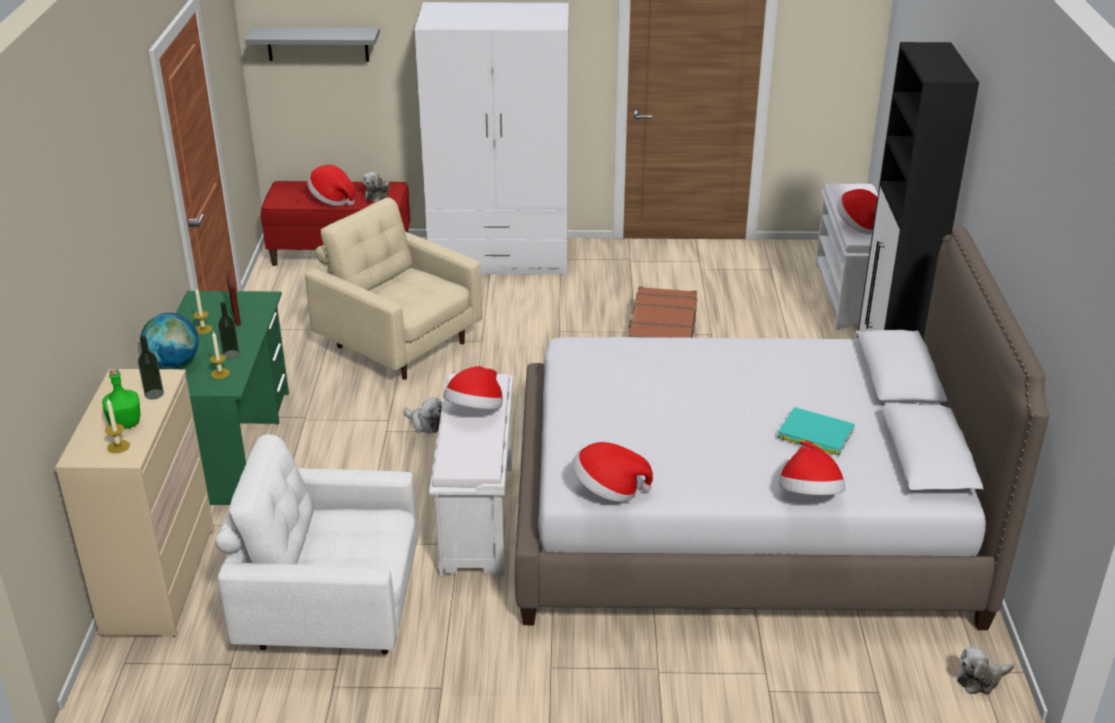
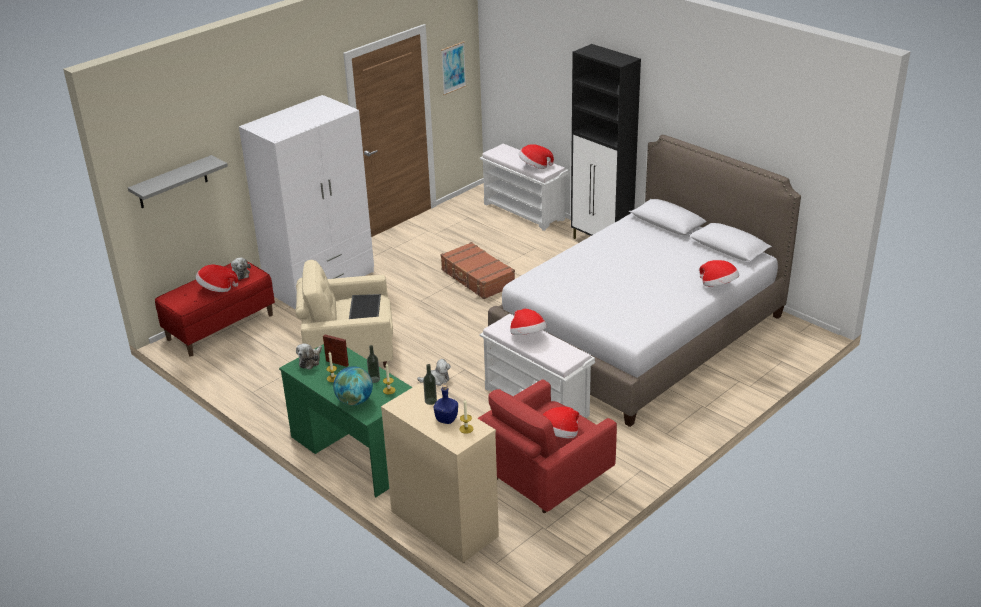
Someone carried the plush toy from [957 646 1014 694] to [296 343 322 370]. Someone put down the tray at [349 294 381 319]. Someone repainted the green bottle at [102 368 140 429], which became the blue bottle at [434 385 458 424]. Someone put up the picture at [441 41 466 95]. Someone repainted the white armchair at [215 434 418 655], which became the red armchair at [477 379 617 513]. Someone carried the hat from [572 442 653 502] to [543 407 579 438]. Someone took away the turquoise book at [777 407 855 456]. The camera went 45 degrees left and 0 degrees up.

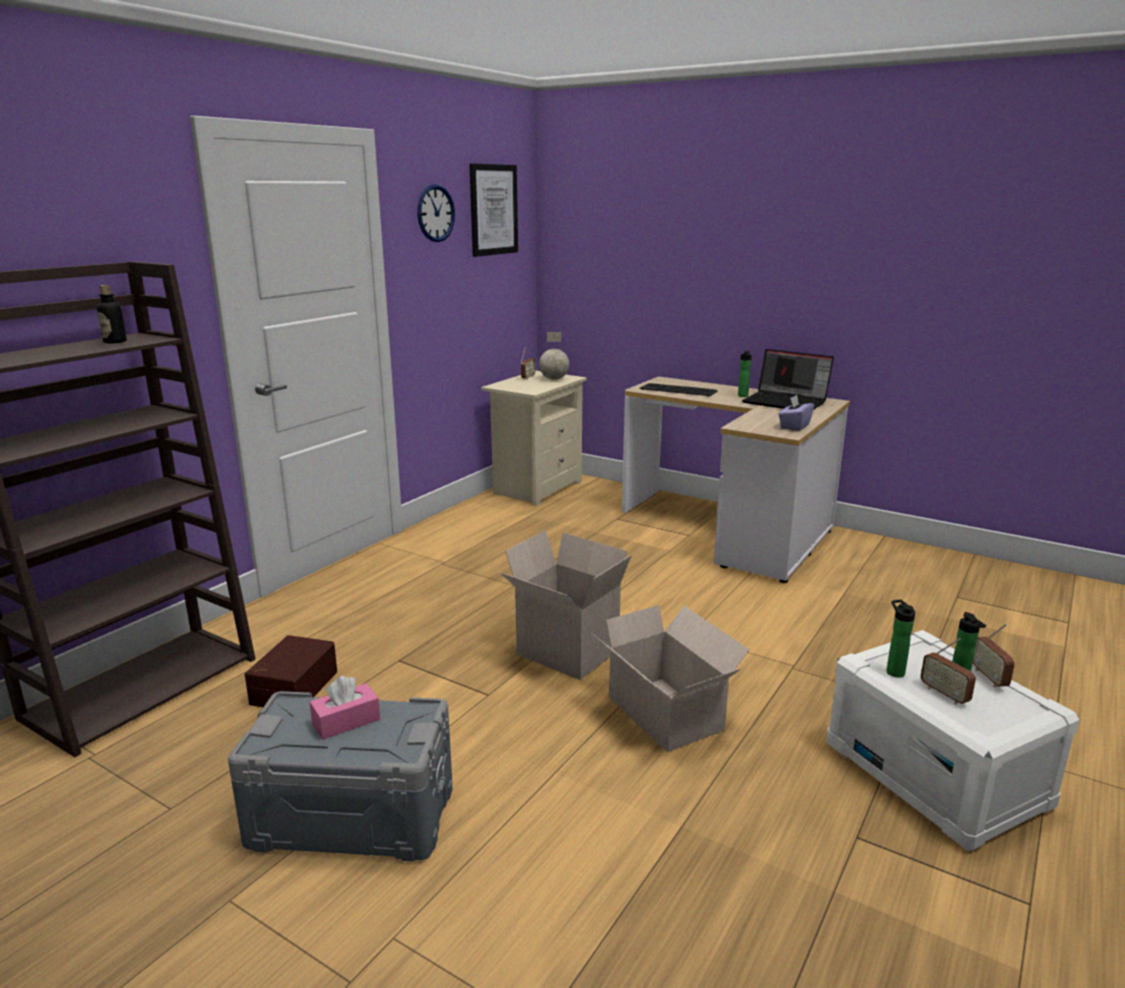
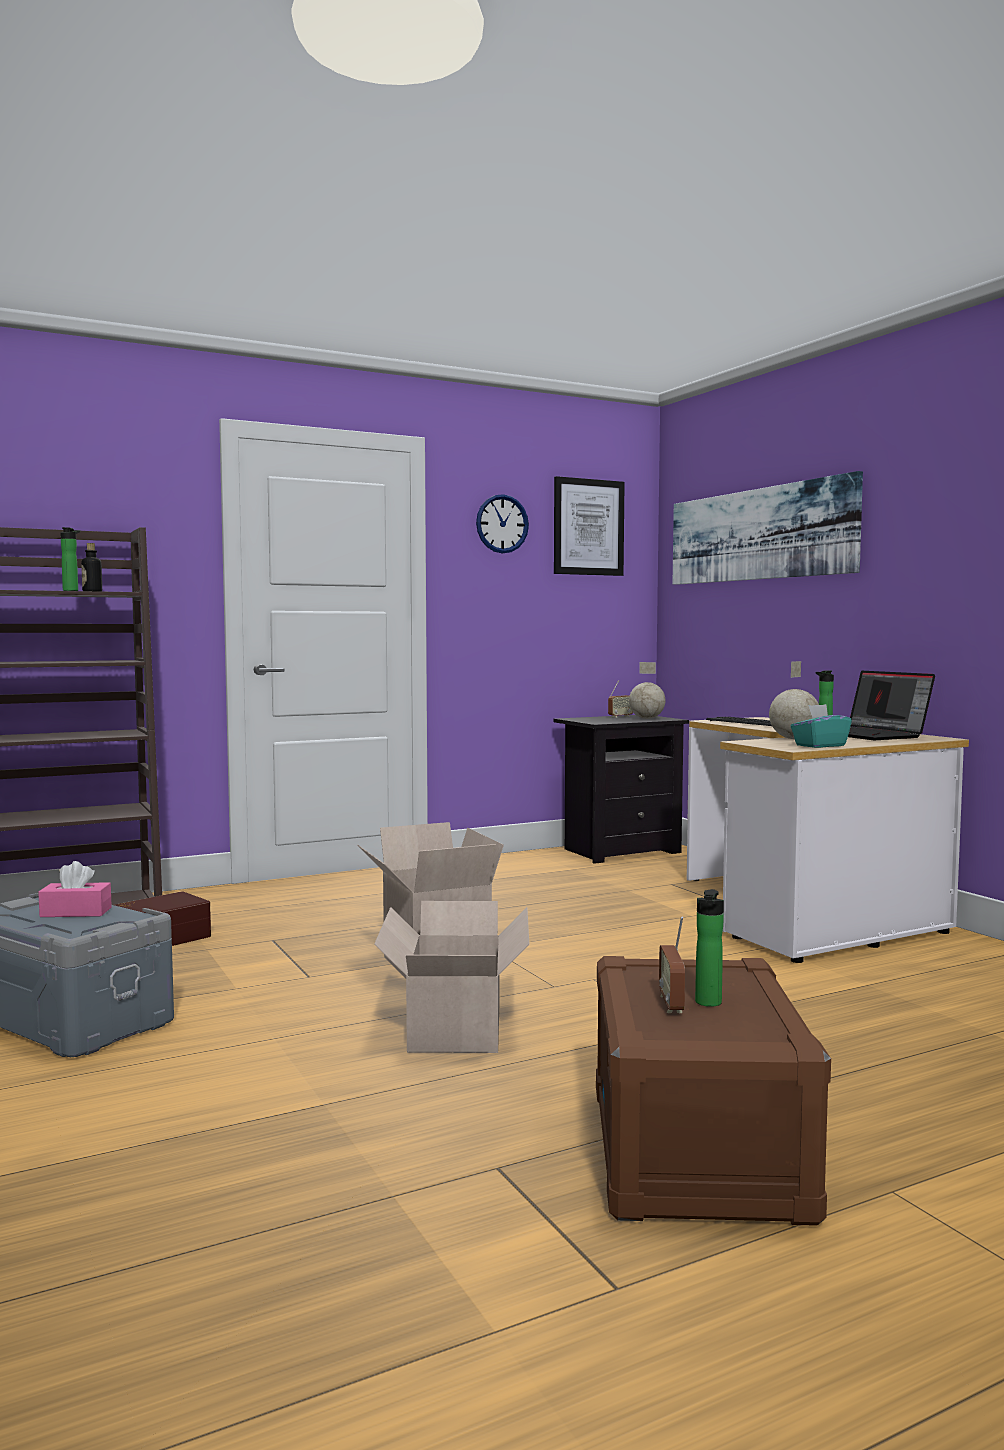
Someone carried the bottle from [886 599 915 678] to [60 527 80 591]. Someone repainted the beige nightstand at [481 370 587 506], which became the black nightstand at [553 715 689 864]. Someone repainted the white storage box at [826 630 1079 851], which became the brown storage box at [596 956 831 1226]. Someone put up the picture at [673 471 863 585]. Someone put down the globe at [769 661 819 739]. Someone repainted the purple tissue box at [778 395 814 431], which became the turquoise tissue box at [791 704 852 748]. Someone took away the radio at [973 624 1015 687]. The camera went 30 degrees right and 15 degrees down.

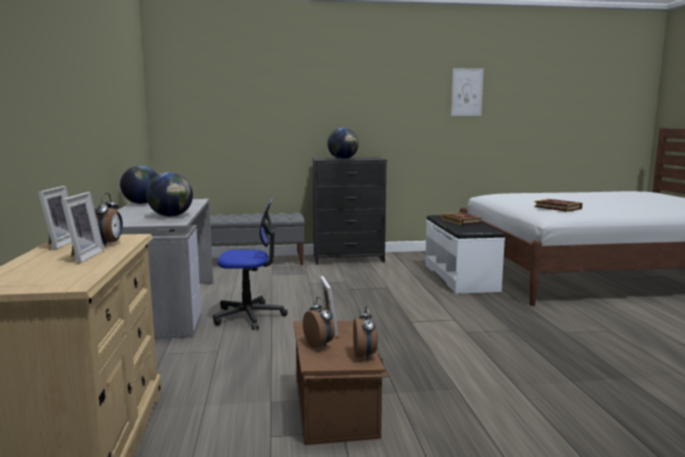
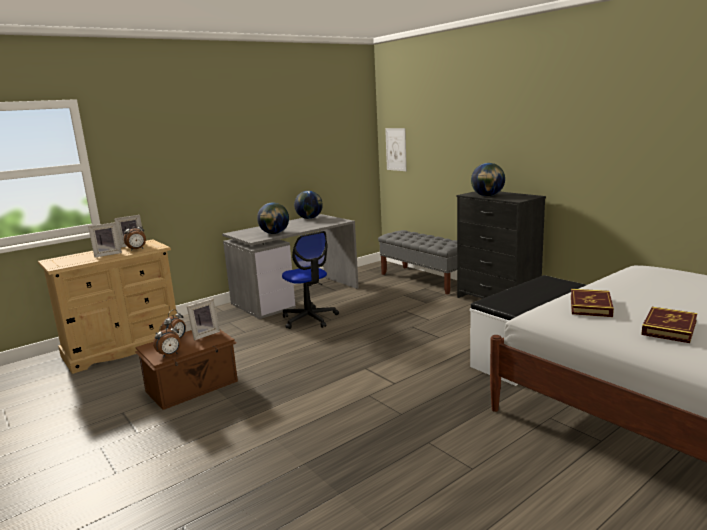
Someone carried the picture from [451 68 484 116] to [385 128 407 171]. Someone carried the book from [441 212 481 225] to [641 307 697 343]. The camera went 60 degrees right and 5 degrees up.

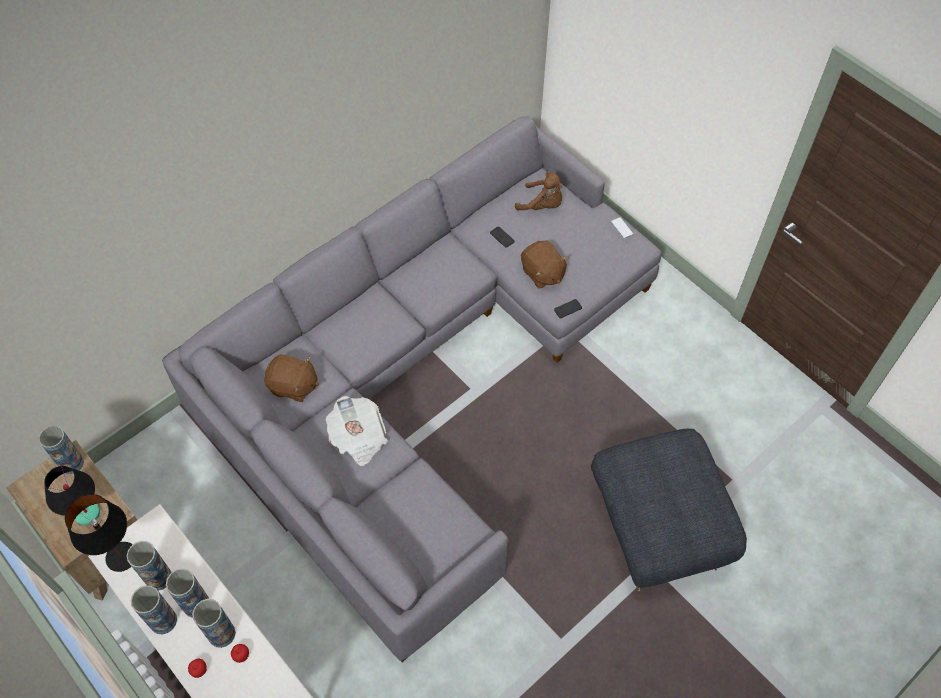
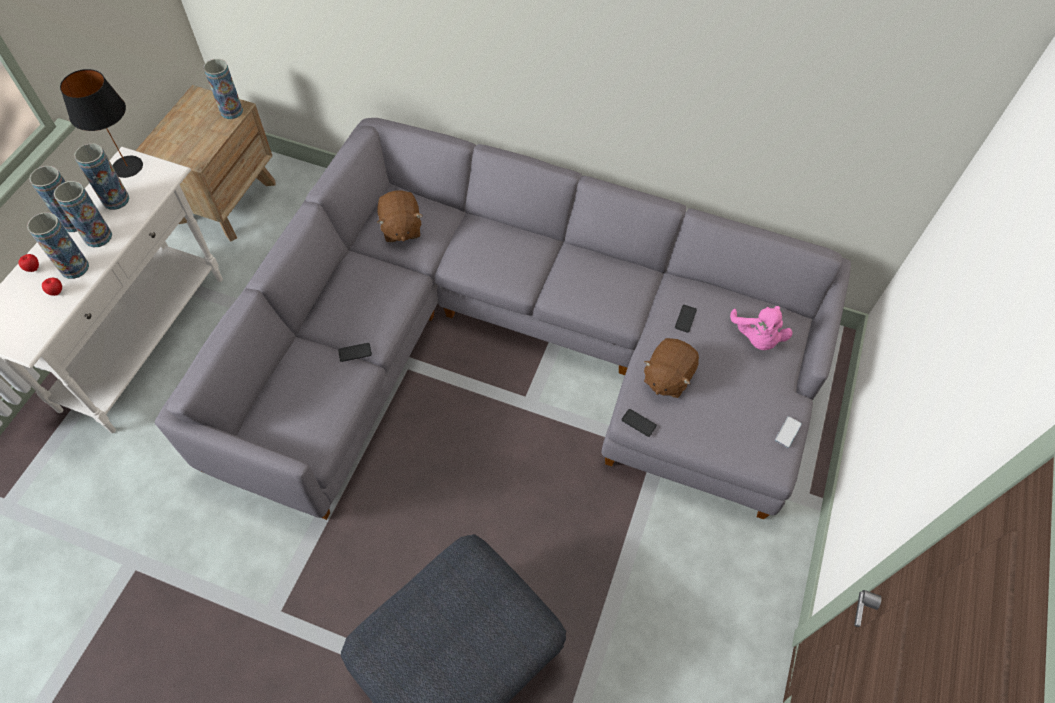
Someone put down the phone at [338 343 372 362]. Someone repainted the brown plush toy at [515 172 562 211], which became the pink plush toy at [730 306 792 350]. Someone took away the black table lamp at [44 466 100 525]. Someone took away the newspaper at [326 396 388 466]. The camera went 60 degrees right and 0 degrees up.

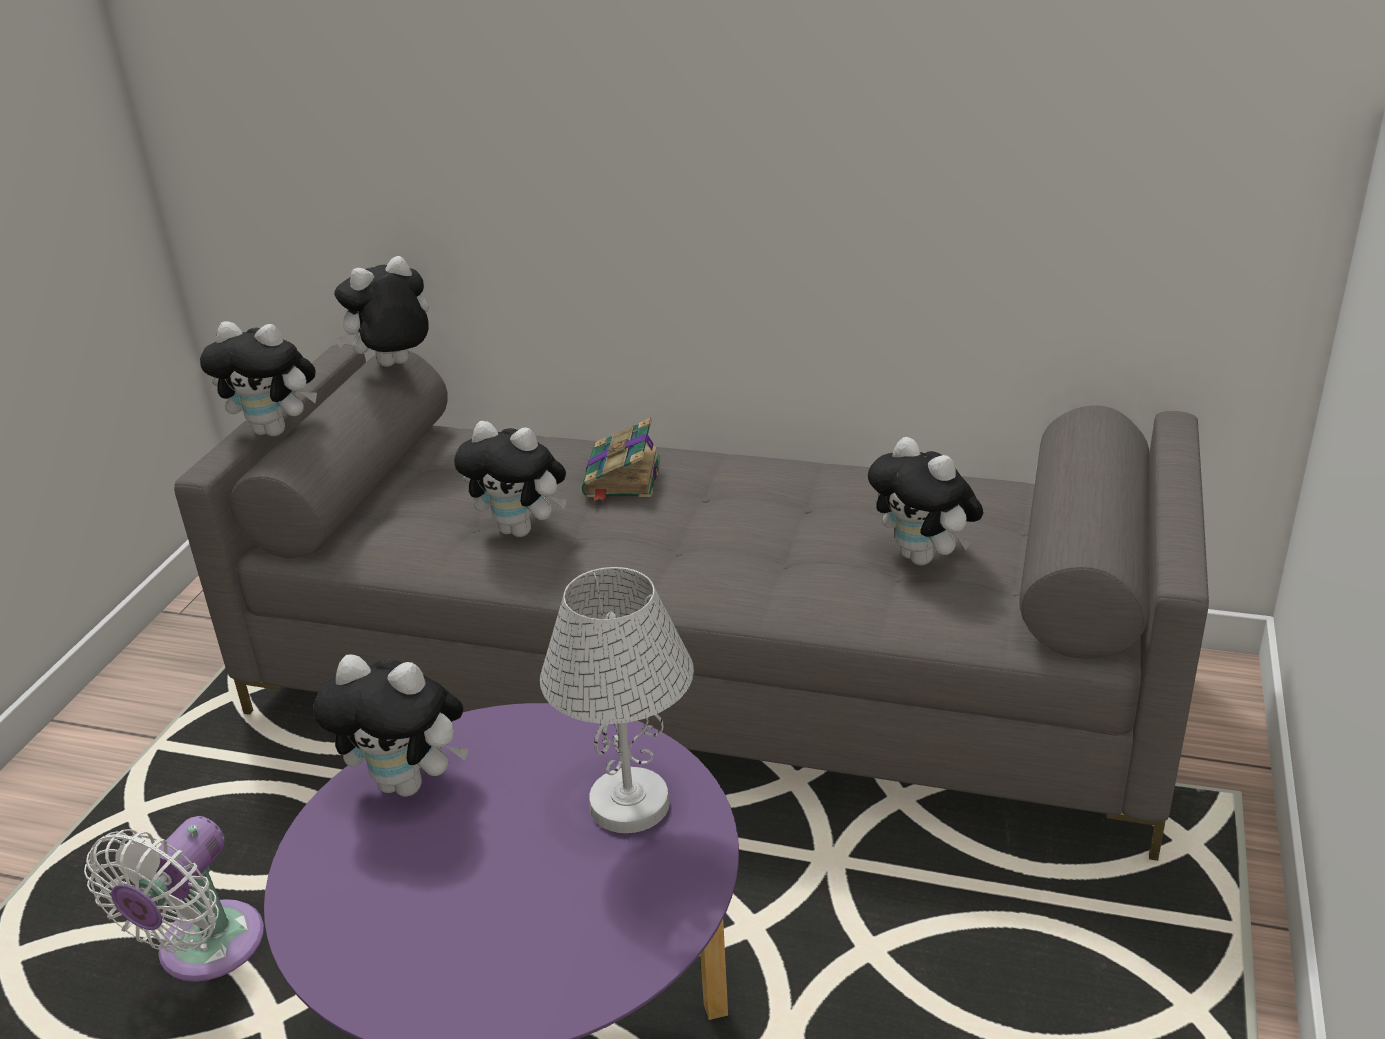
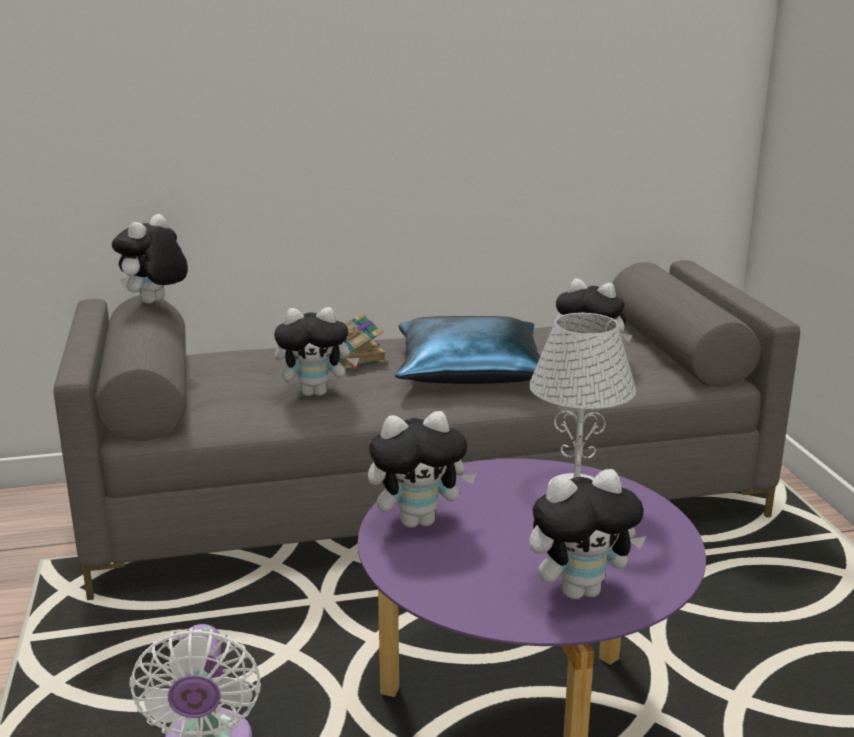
Someone put down the blue pillow at [395 316 540 384]. Someone carried the plush toy from [200 321 317 436] to [529 469 646 599]. The camera went 30 degrees left and 10 degrees down.

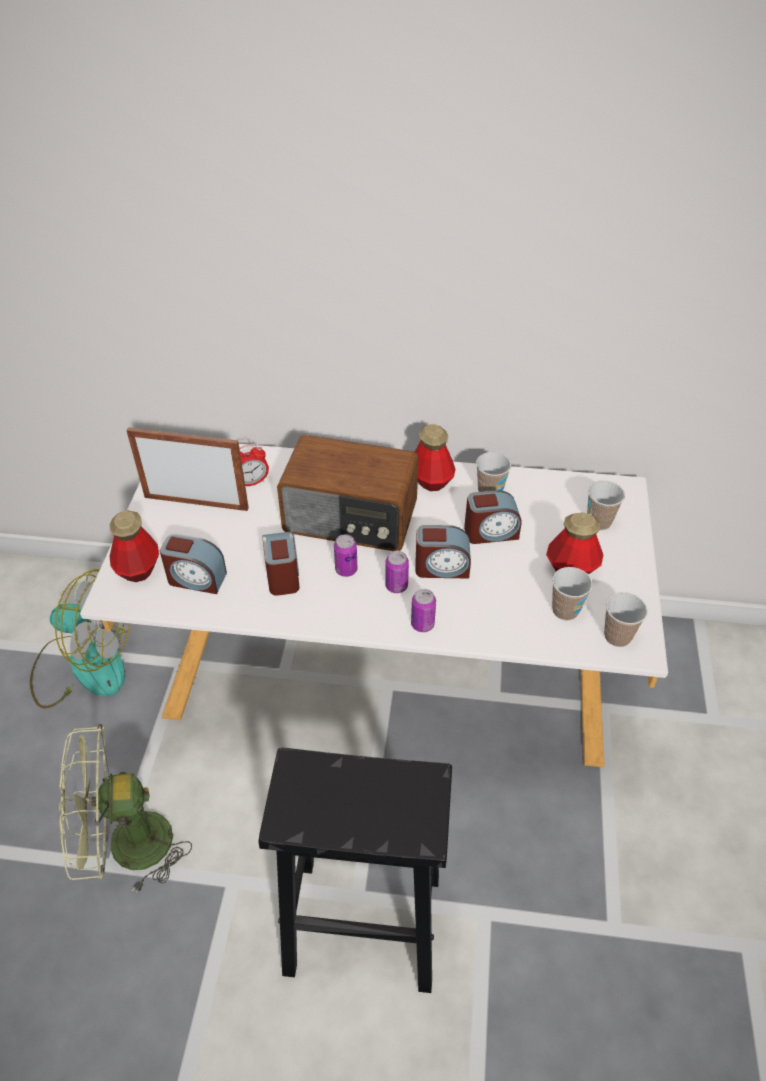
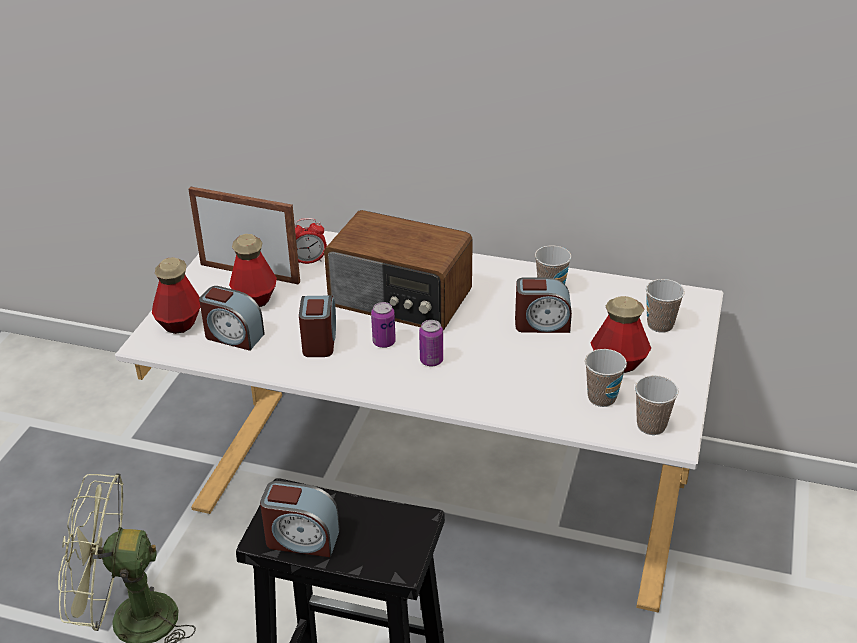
Someone carried the bottle from [415 424 456 491] to [229 234 277 307]. Someone carried the alarm clock from [416 525 471 579] to [260 481 340 557]. Someone took away the fan at [30 569 130 708]. Someone took away the can at [411 589 436 632]. The camera went 10 degrees right and 10 degrees down.

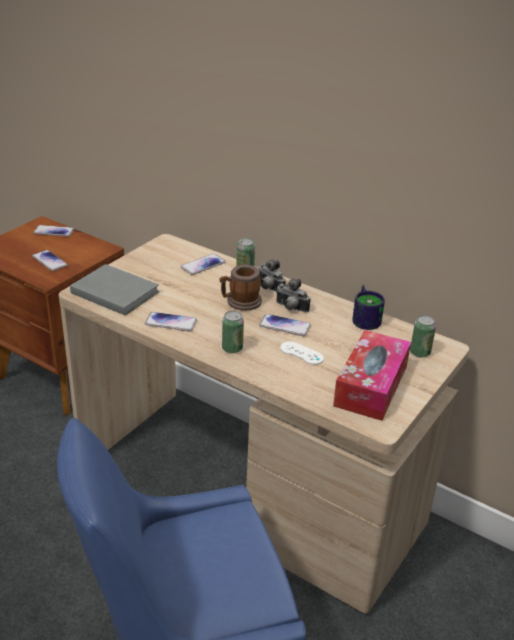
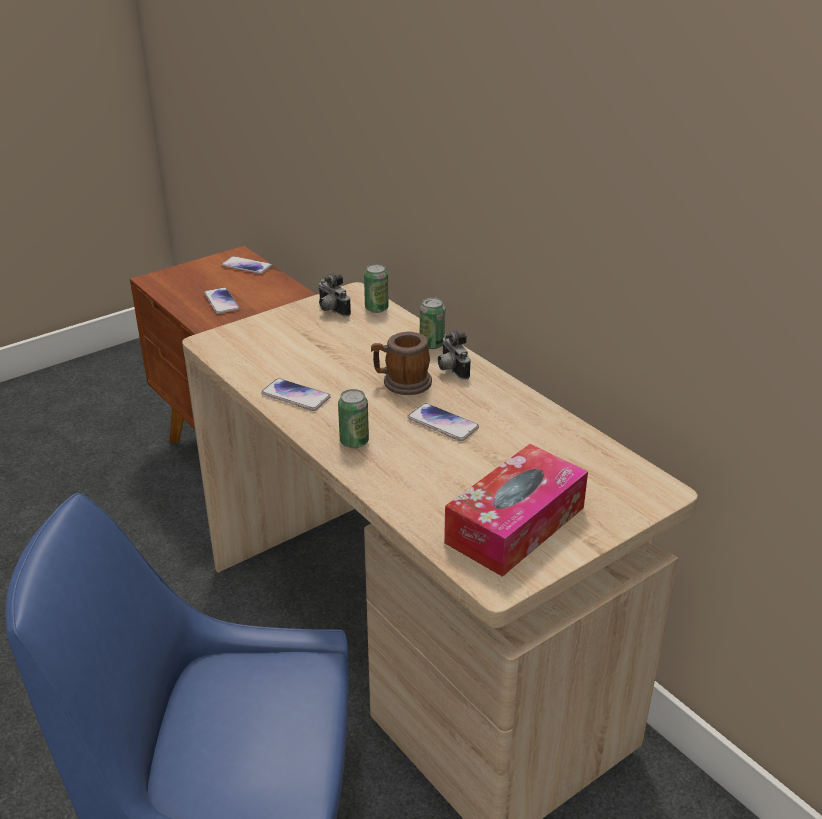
Someone carried the photo camera from [276 278 310 312] to [318 273 351 316]. Someone carried the can from [410 315 436 358] to [364 264 389 313]. Someone took away the grey book at [70 264 159 315]. Someone took away the phone at [181 254 226 275]. Someone took away the white game controller at [280 341 324 365]. Someone took away the mug at [352 285 385 330]. The camera went 20 degrees right and 0 degrees up.

